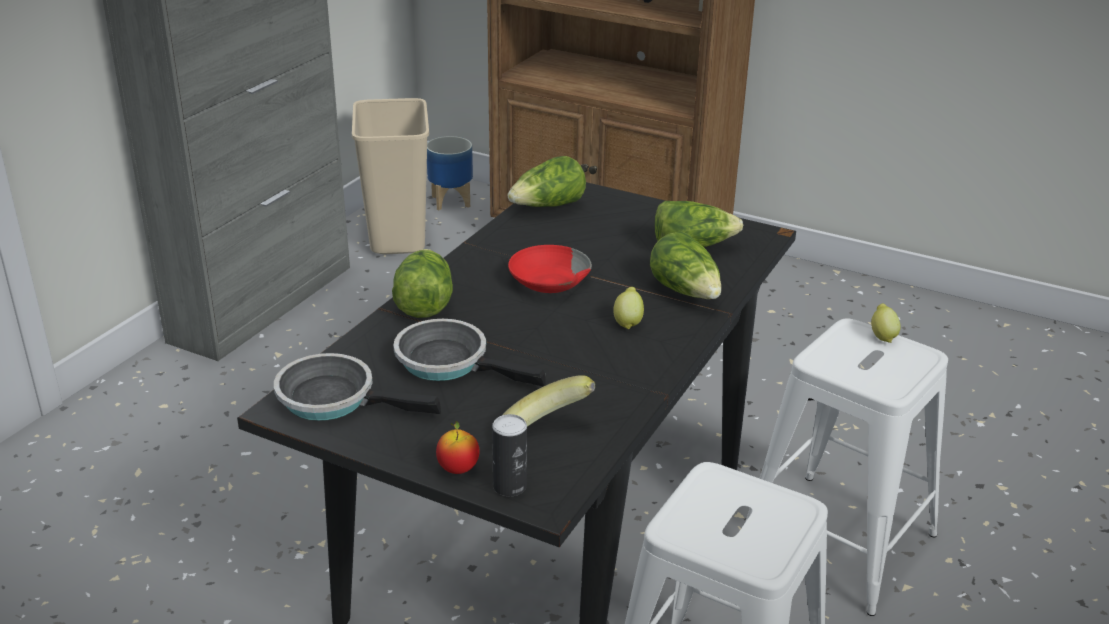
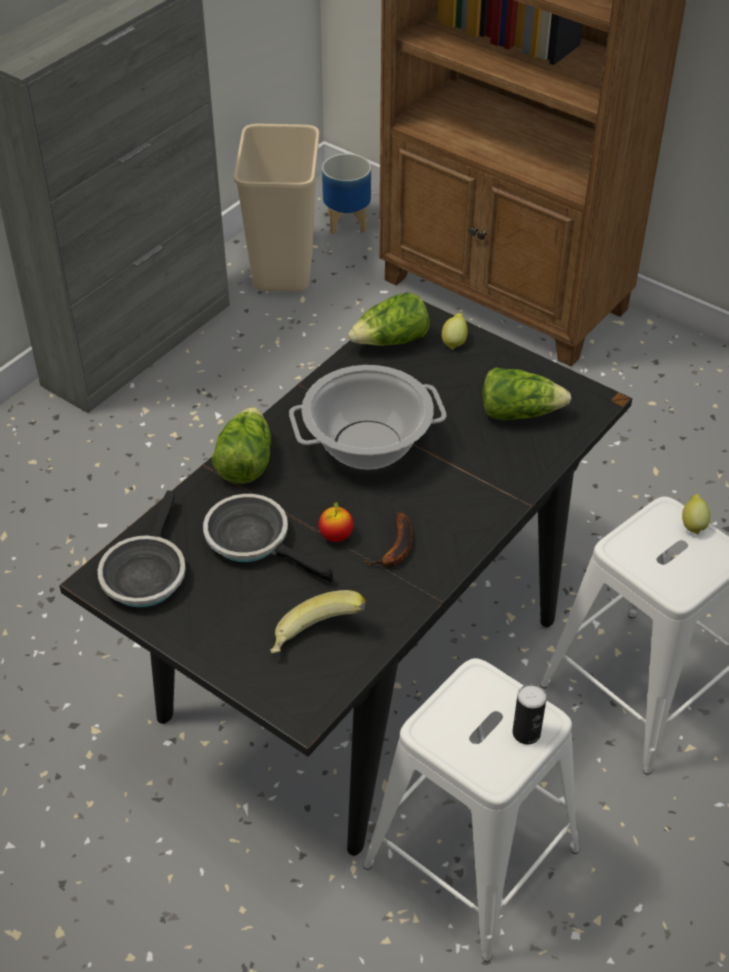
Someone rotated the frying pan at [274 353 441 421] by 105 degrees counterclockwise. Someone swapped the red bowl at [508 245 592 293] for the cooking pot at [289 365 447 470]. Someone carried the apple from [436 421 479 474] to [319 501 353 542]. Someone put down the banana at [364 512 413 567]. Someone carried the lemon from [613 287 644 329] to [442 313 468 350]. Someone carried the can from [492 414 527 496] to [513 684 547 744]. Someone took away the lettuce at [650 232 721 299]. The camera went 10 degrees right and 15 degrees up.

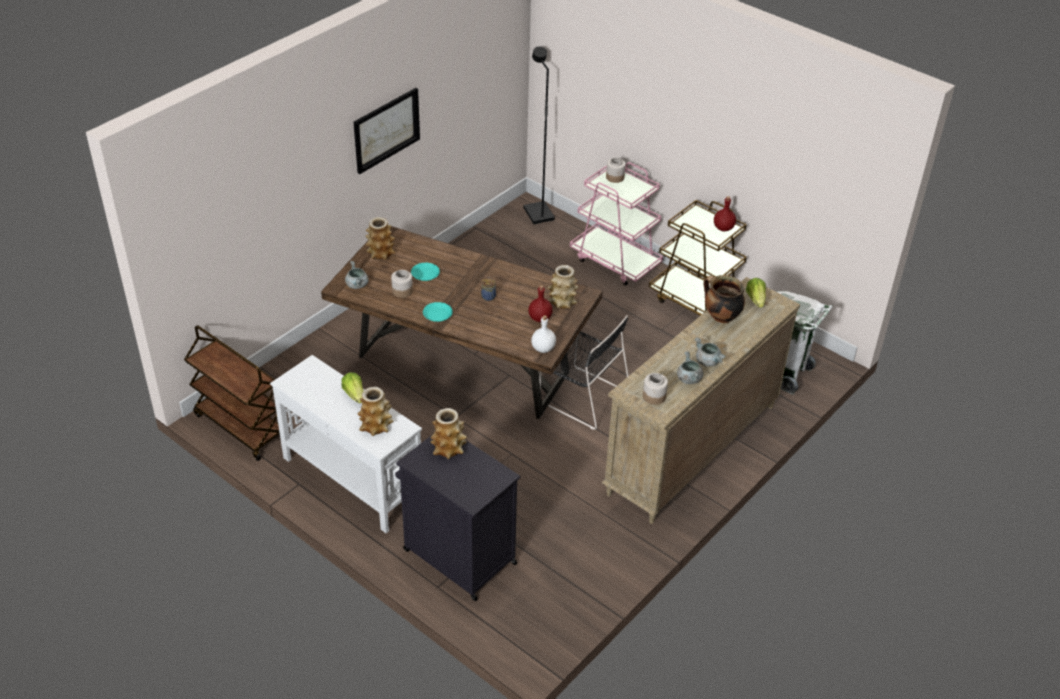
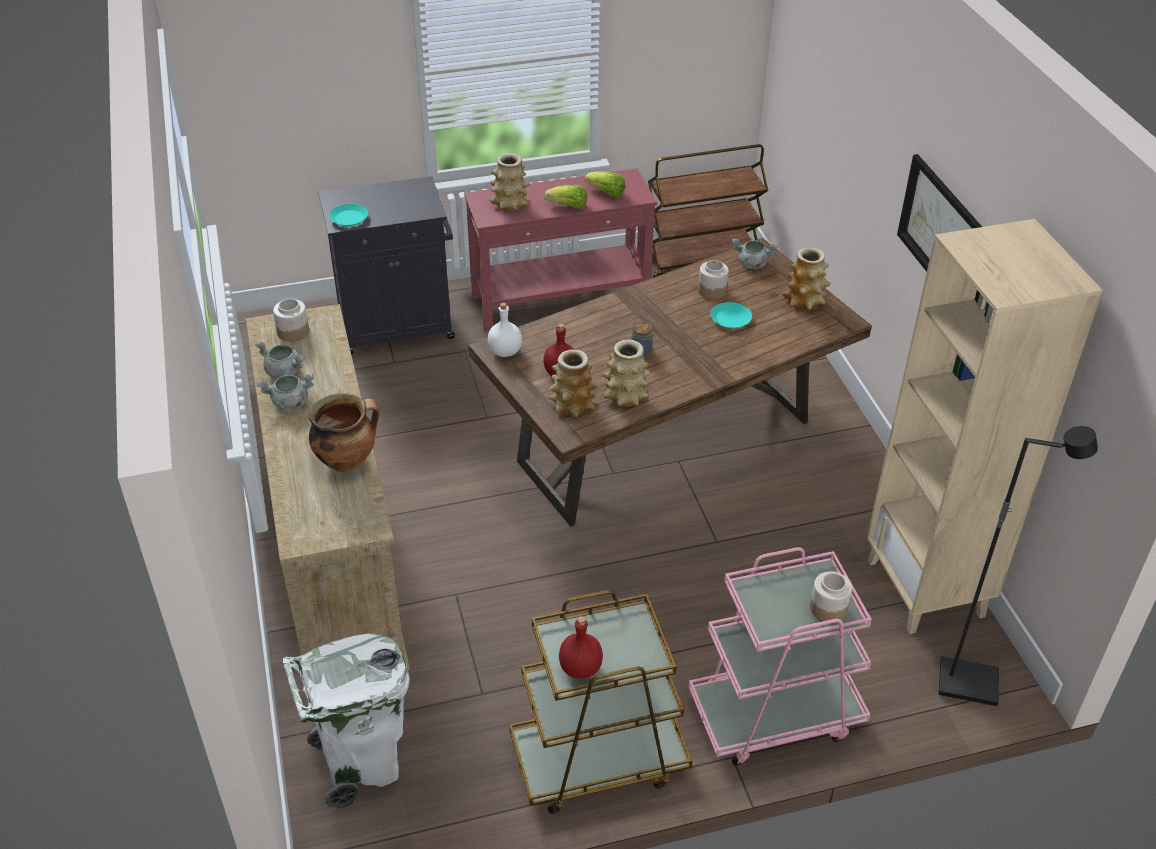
Someone carried the turquoise plate from [423 302 453 322] to [329 204 368 226]. Someone repainted the white console table at [270 355 422 533], which became the red console table at [464 168 657 332]. Someone carried the lettuce from [746 278 766 308] to [585 171 625 198]. Someone carried the vase from [430 408 467 459] to [603 339 650 406]. Someone put down the beige bookcase at [867 219 1103 634]. Someone took away the black chair at [539 315 628 429]. The camera went 125 degrees right and 0 degrees up.

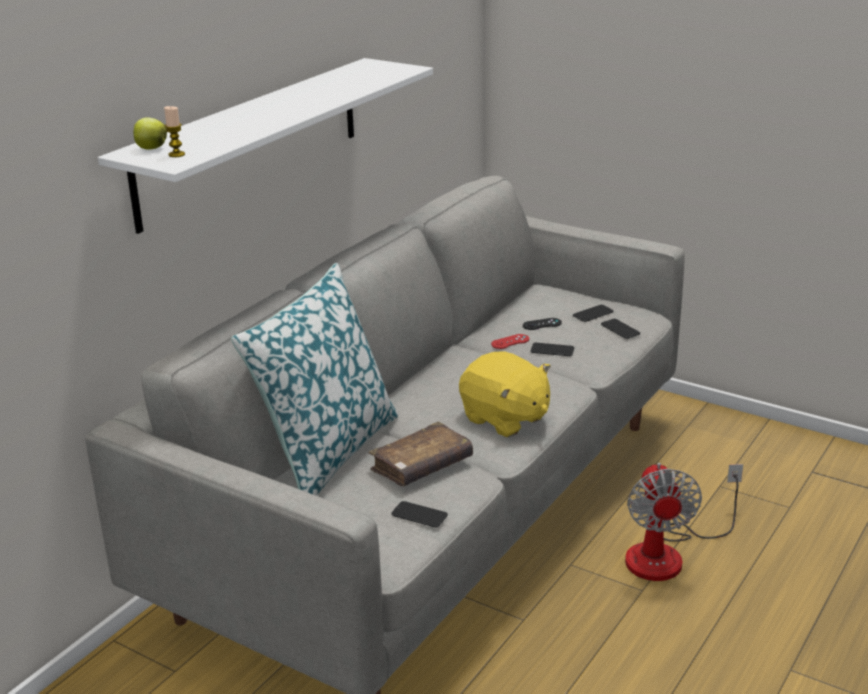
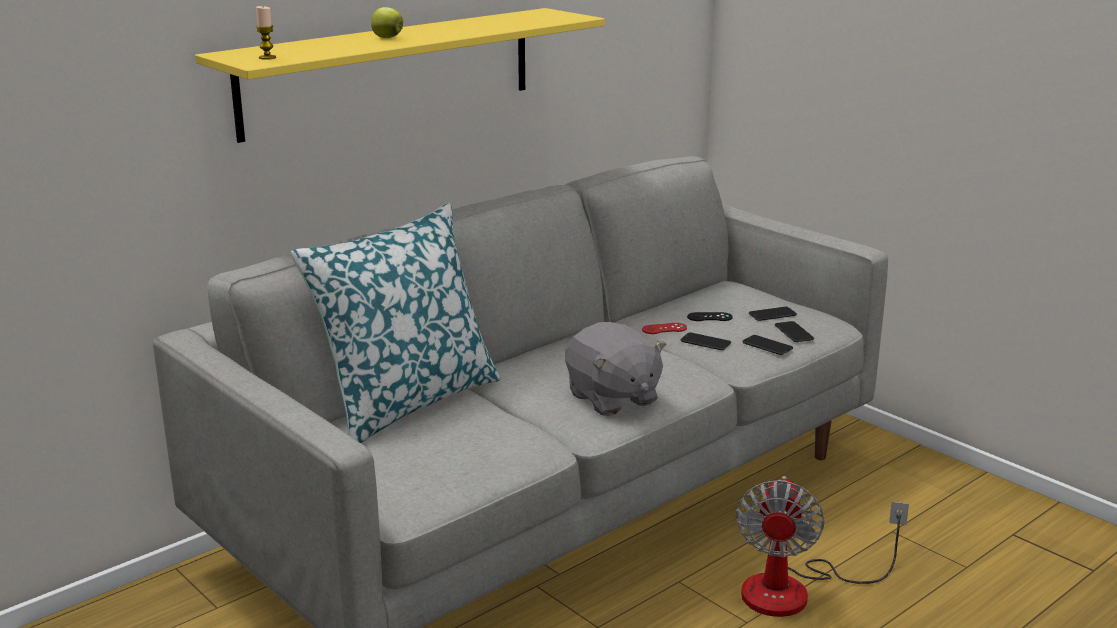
Someone repainted the white shelf at [98 58 433 234], which became the yellow shelf at [195 8 605 143]. Someone carried the apple from [133 117 167 150] to [371 7 403 38]. Someone repainted the yellow plush toy at [459 352 551 437], which became the grey plush toy at [565 322 666 416]. Someone carried the phone from [391 501 448 527] to [742 335 793 355]. Someone took away the brown book at [368 421 473 486]. The camera went 15 degrees right and 5 degrees down.

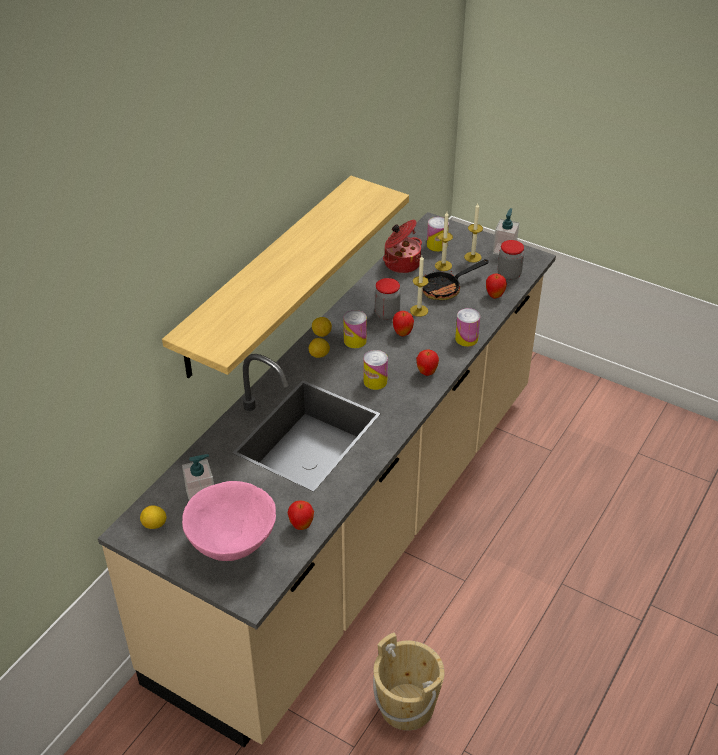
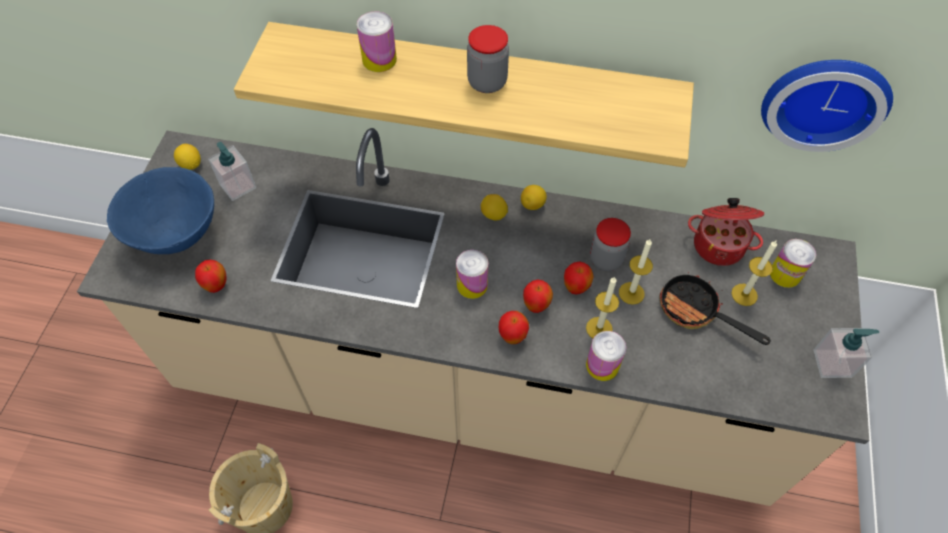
Someone repainted the pink bowl at [182 481 276 561], which became the blue bowl at [107 167 214 254]. Someone carried the can from [343 310 367 348] to [357 12 397 72]. Someone carried the jar from [498 240 524 280] to [467 25 509 93]. Someone carried the apple from [486 273 507 299] to [523 279 553 313]. Someone carried the candle from [464 203 483 263] to [586 276 619 338]. Someone put up the wall clock at [761 60 893 152]. The camera went 70 degrees right and 15 degrees up.

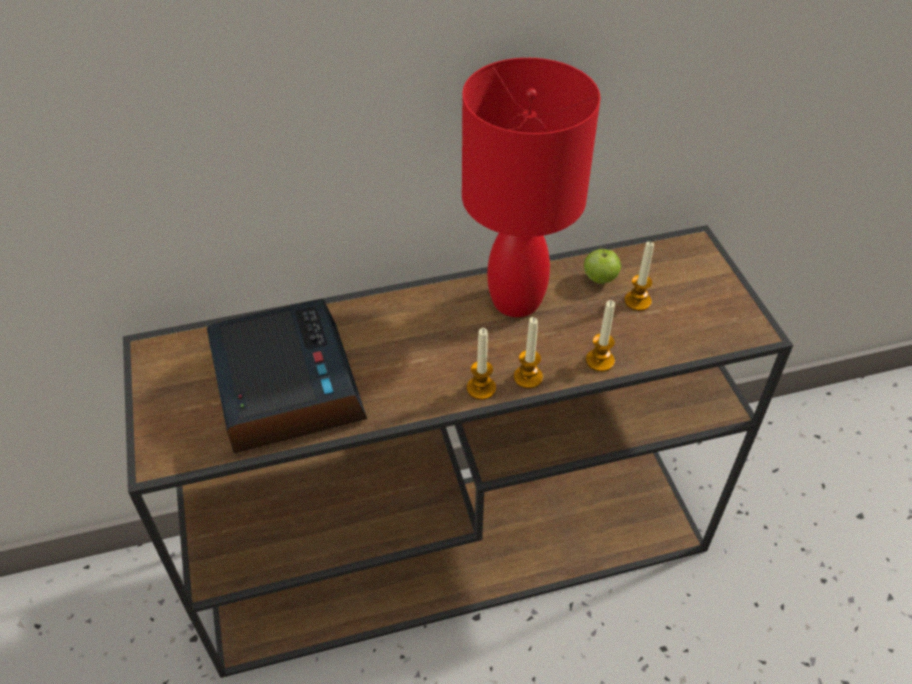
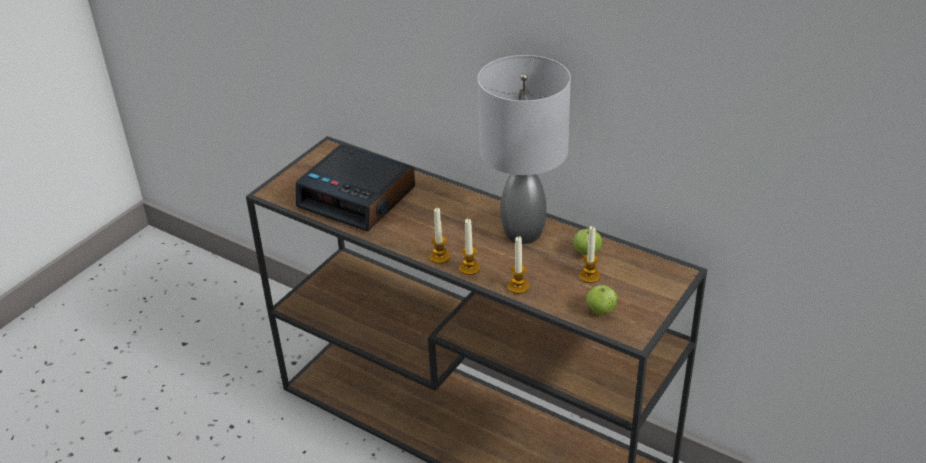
Someone rotated the alarm clock at [207 299 367 453] by 90 degrees clockwise. Someone repainted the red table lamp at [462 58 600 317], which became the grey table lamp at [478 55 571 244]. Someone put down the apple at [586 285 618 315]. The camera went 50 degrees right and 10 degrees down.

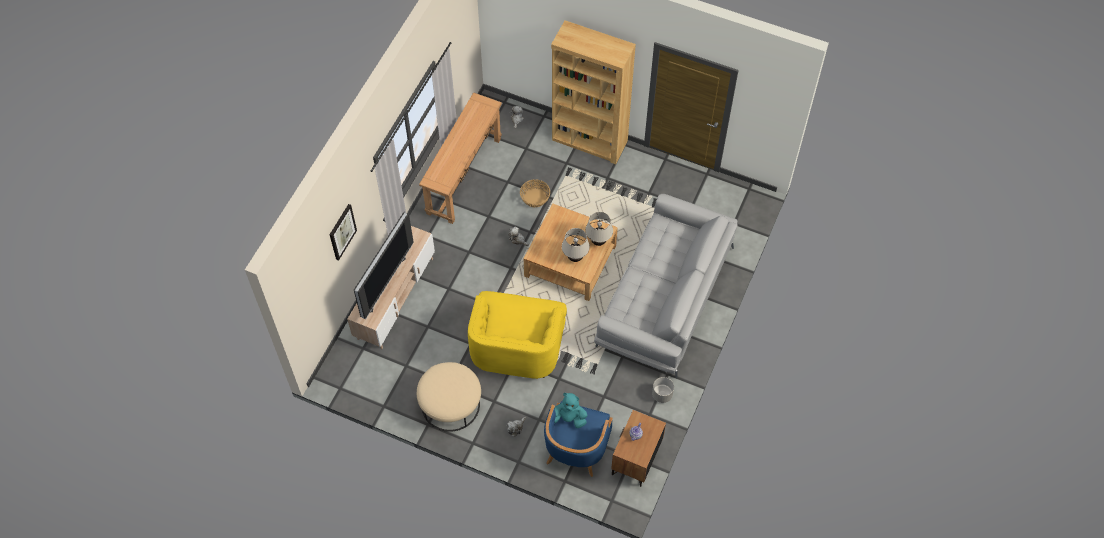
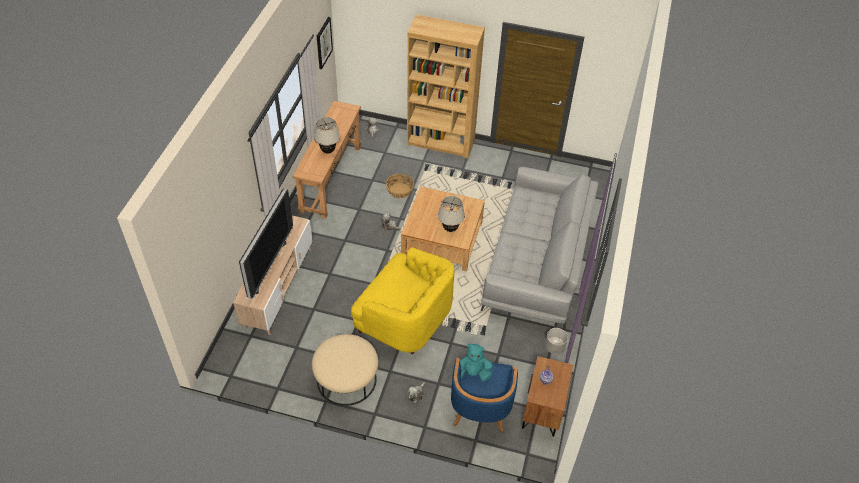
Someone carried the beige table lamp from [585 212 613 246] to [314 117 340 154]. Someone carried the picture from [330 204 357 261] to [317 17 333 69]. Someone rotated the yellow armchair at [468 291 567 379] by 60 degrees counterclockwise. The camera went 10 degrees left and 10 degrees down.

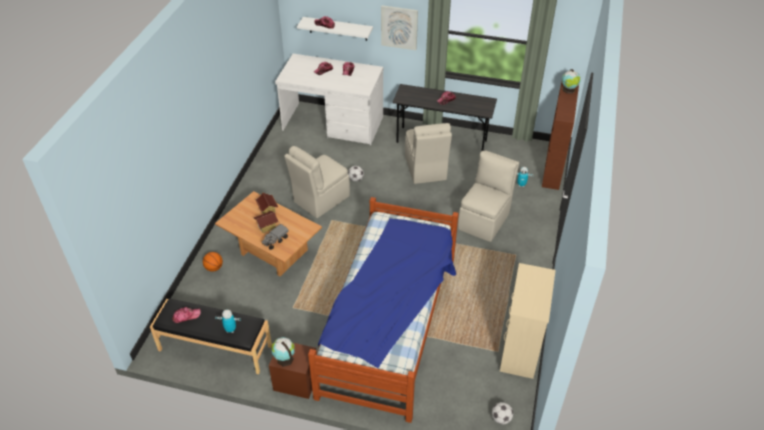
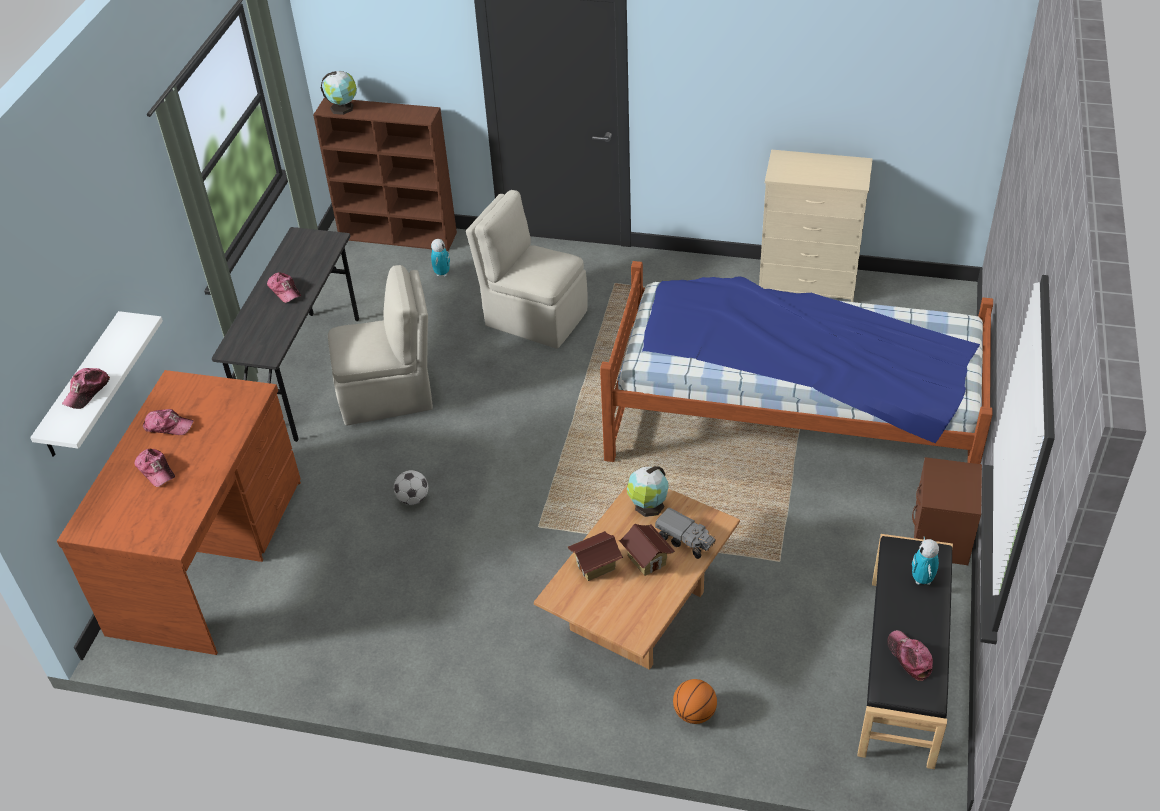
Someone repainted the white desk at [275 54 383 145], which became the brown desk at [57 370 301 655]. Someone carried the globe from [271 337 295 367] to [627 466 669 517]. Someone took away the beige chair at [284 146 350 218]. Someone took away the picture at [381 5 418 50]. Someone took away the football at [492 402 513 424]. The camera went 90 degrees left and 0 degrees up.

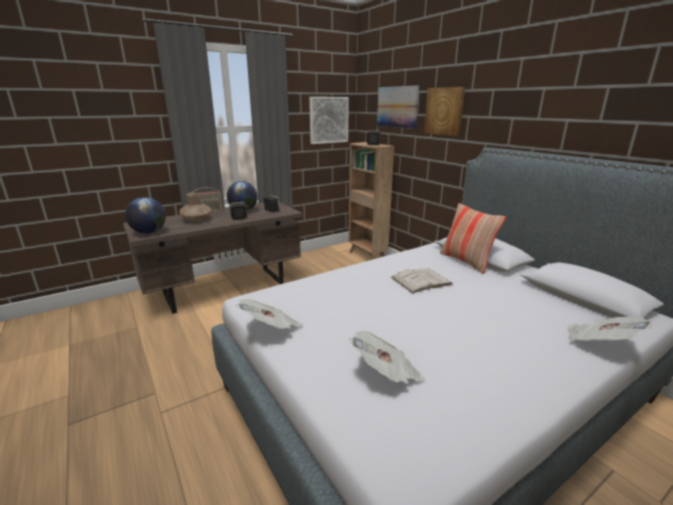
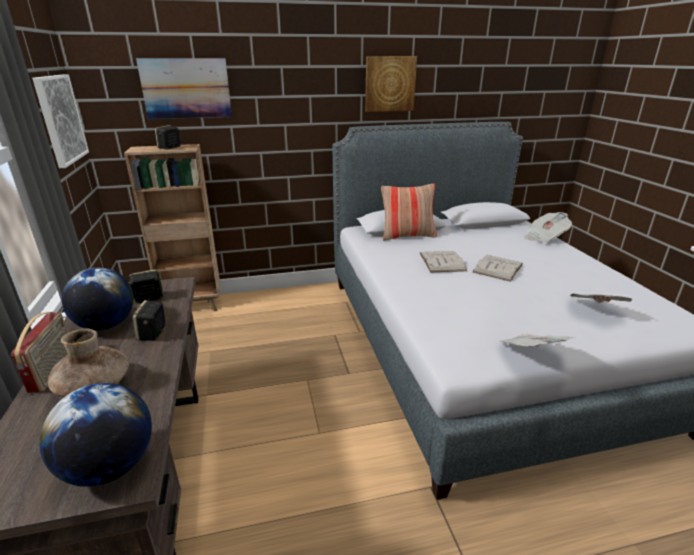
Someone carried the picture from [424 87 465 136] to [365 56 417 112]. Someone put down the white book at [472 255 523 282]. The camera went 70 degrees left and 5 degrees up.

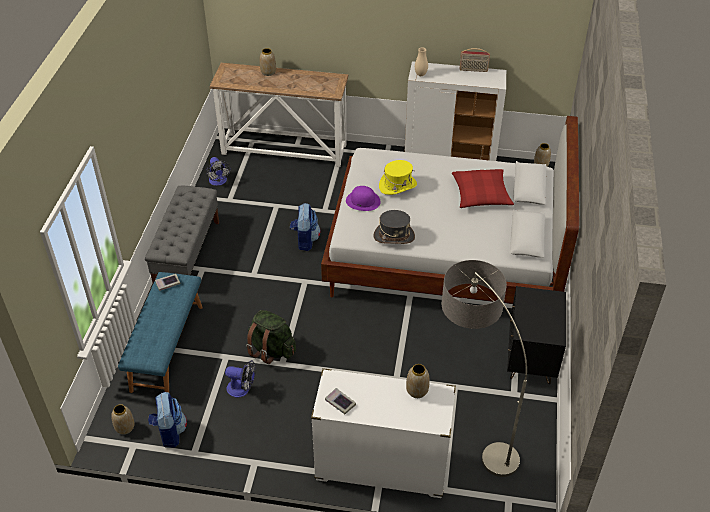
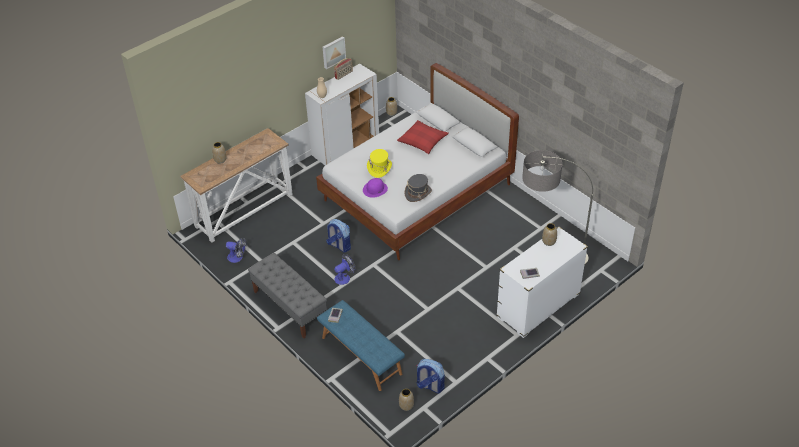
Someone put up the picture at [323 36 346 69]. Someone carried the fan from [225 360 256 397] to [334 254 356 285]. Someone took away the green backpack at [246 310 296 364]. Someone took away the black nightstand at [507 286 566 384]. The camera went 50 degrees left and 0 degrees up.

